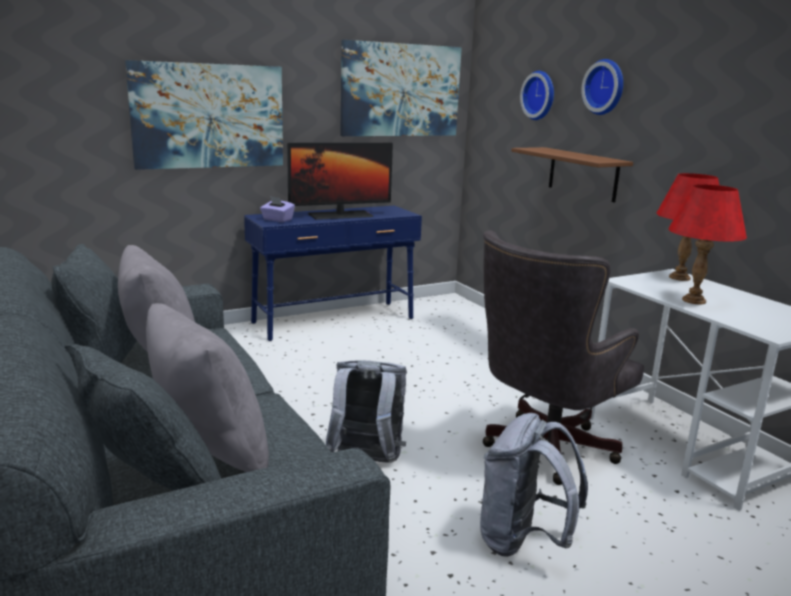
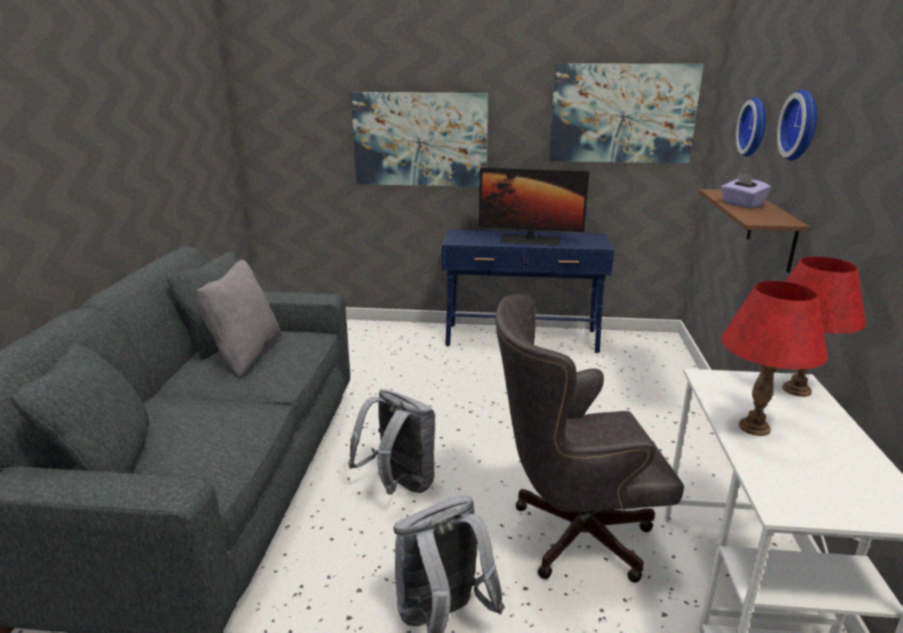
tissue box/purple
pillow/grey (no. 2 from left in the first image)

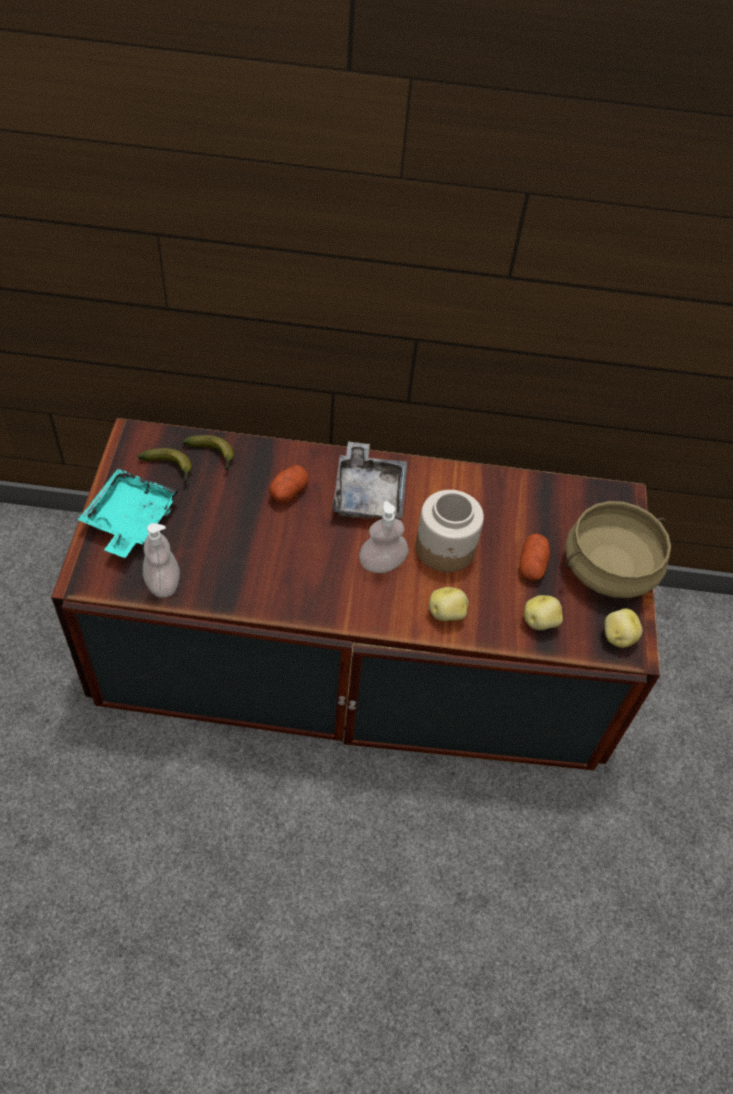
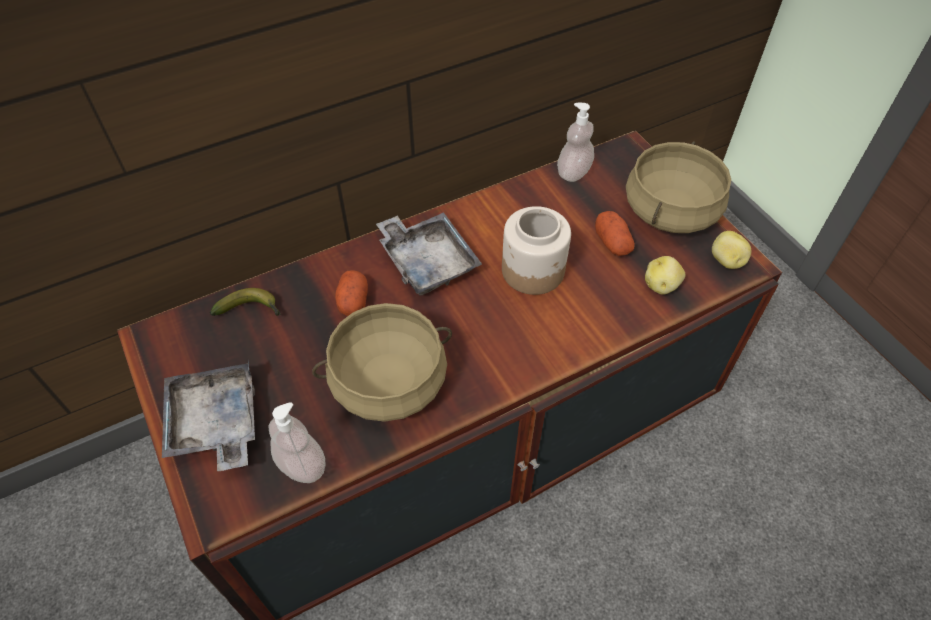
tray/grey (no. 1 from left)
cooking pot/beige (no. 1 from left)
soap dispenser (no. 2 from left)
banana (no. 1 from left in the first image)
potato (no. 2 from left in the first image)

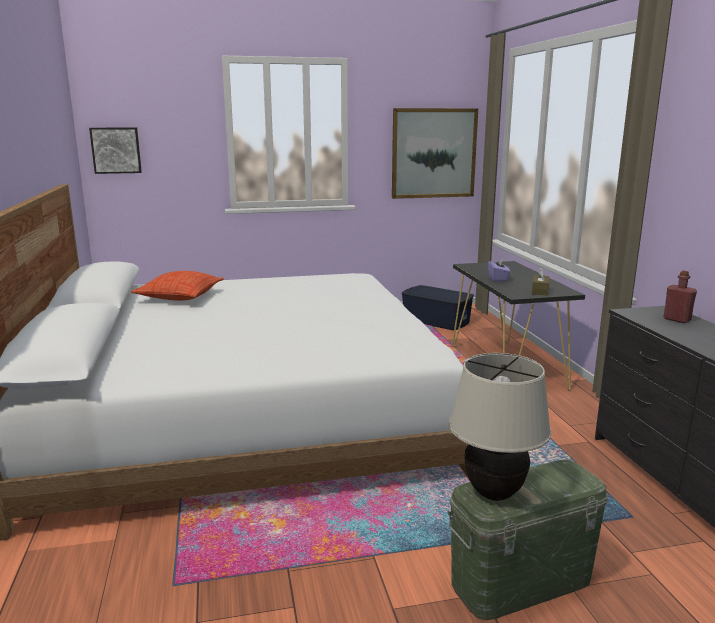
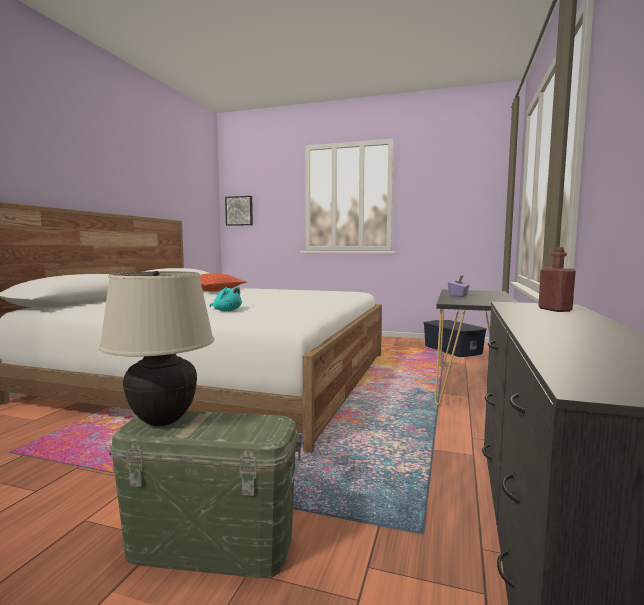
plush toy/turquoise
picture (no. 2 from left in the first image)
tissue box/brown

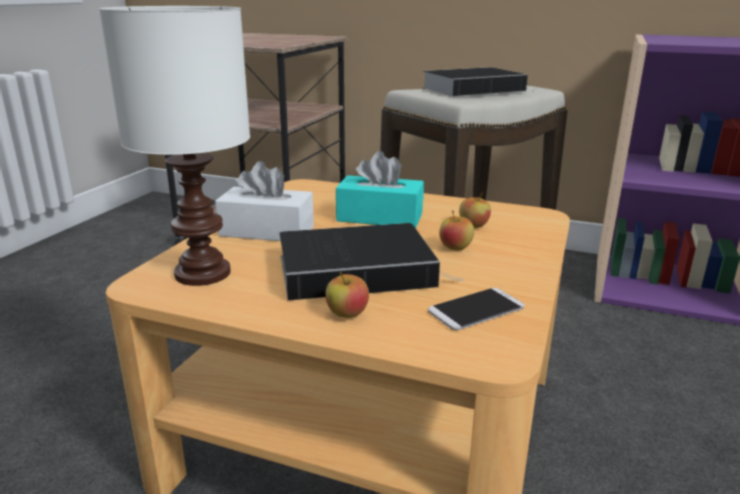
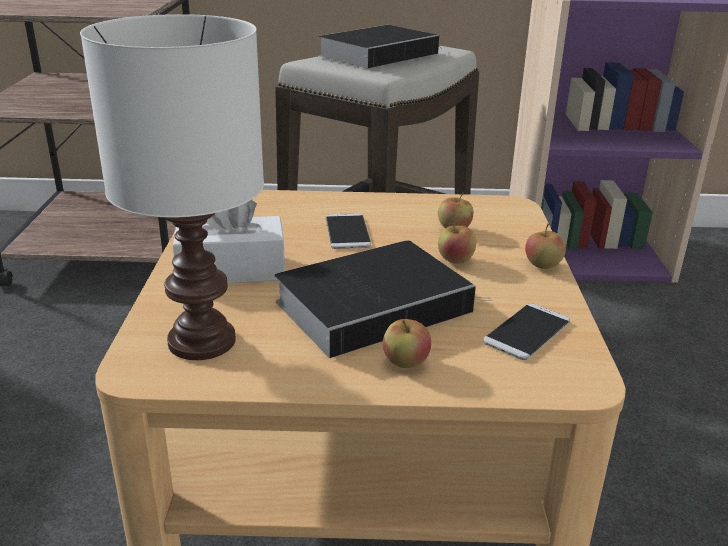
phone (no. 1 from left)
apple (no. 4 from left)

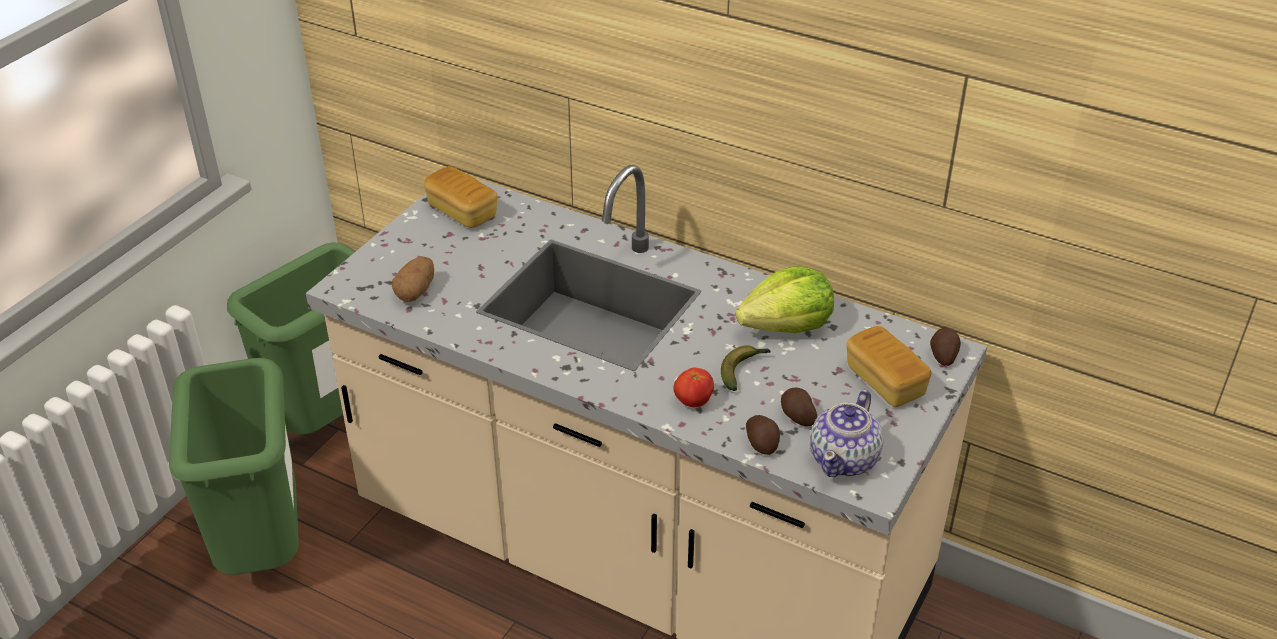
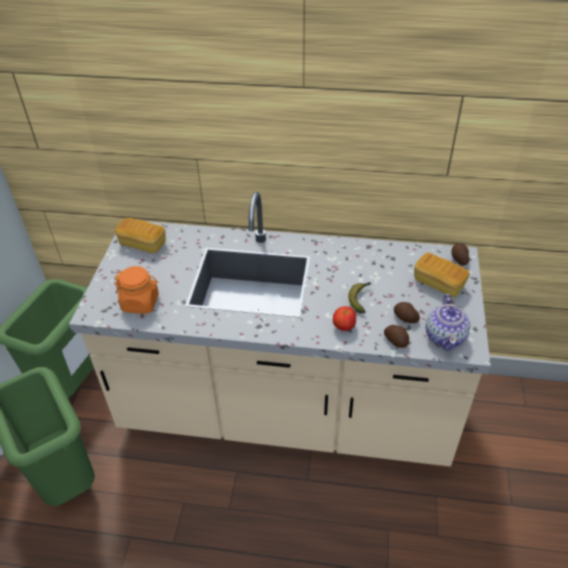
jar/orange
lettuce

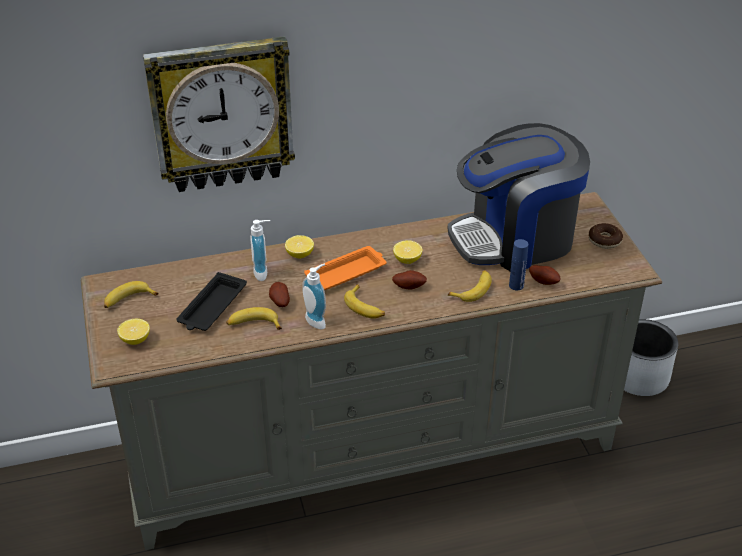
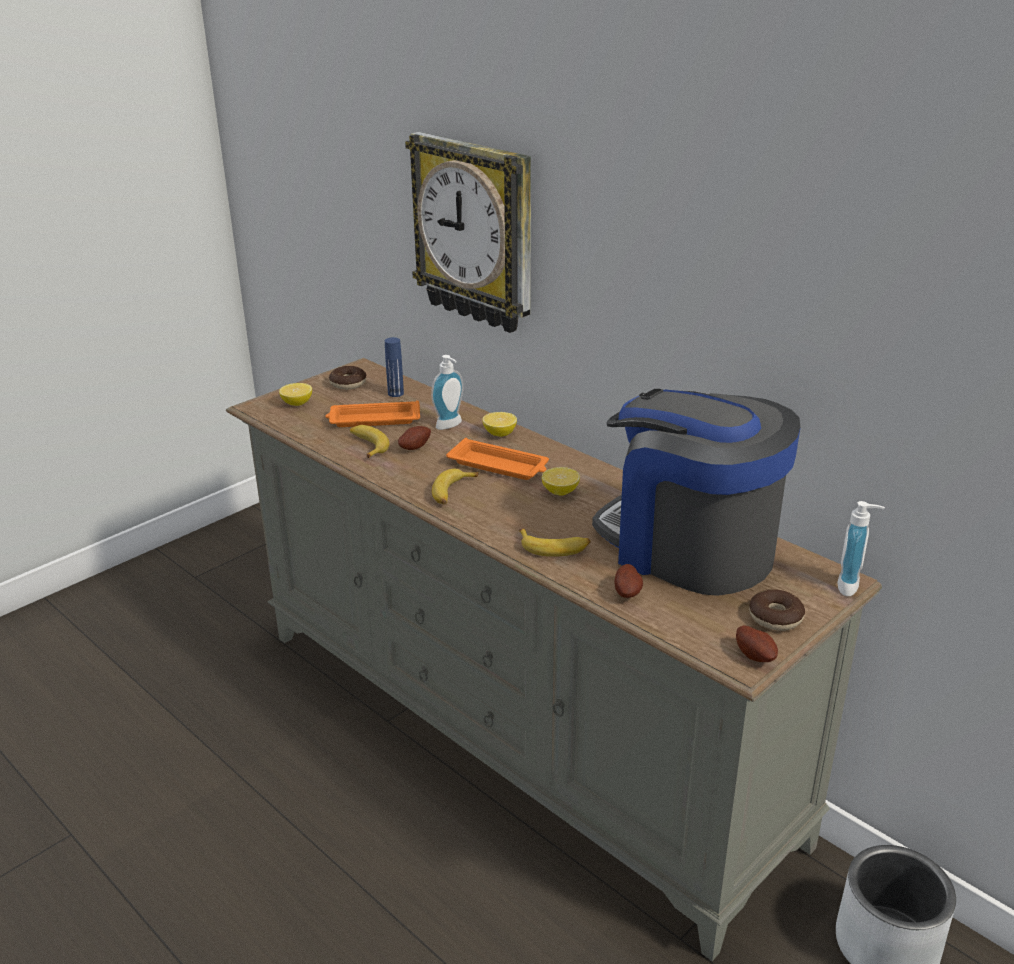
tray/orange (no. 1 from left)
donut (no. 1 from left)
bottle/blue
potato (no. 3 from left)
soap dispenser (no. 2 from left)

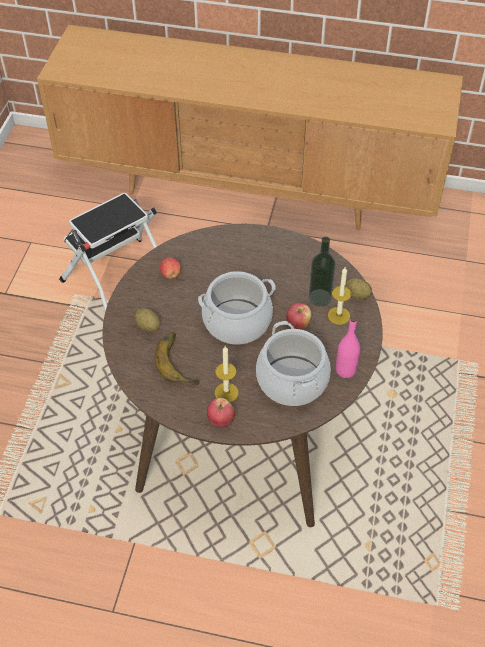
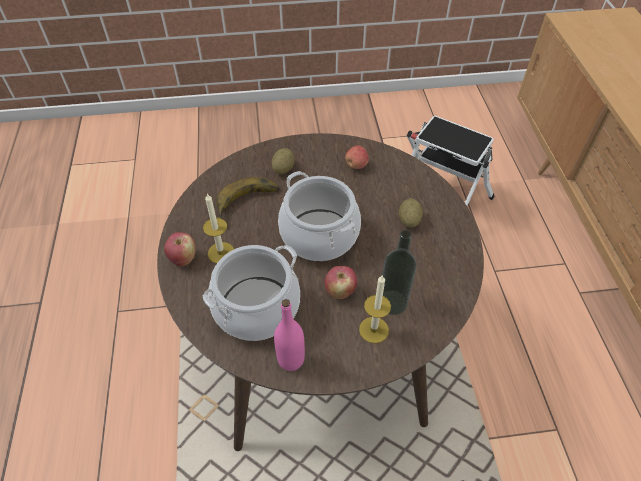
potato (no. 2 from left)

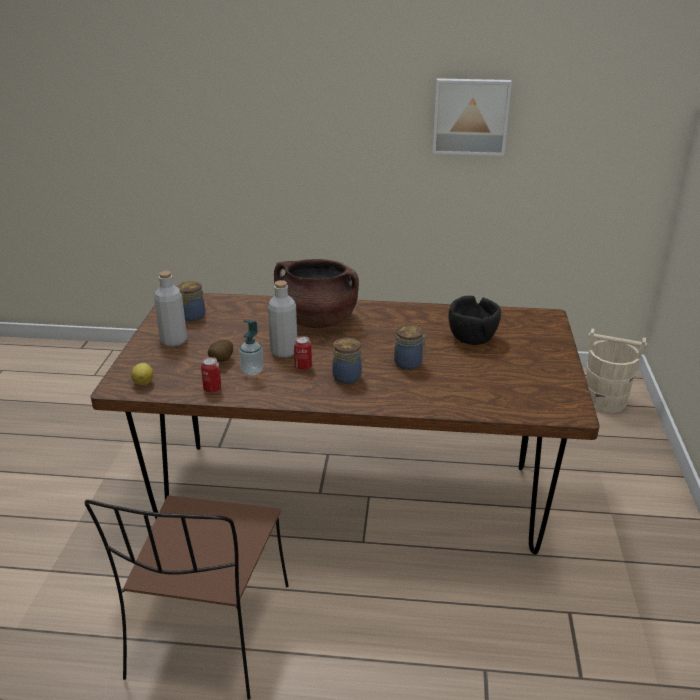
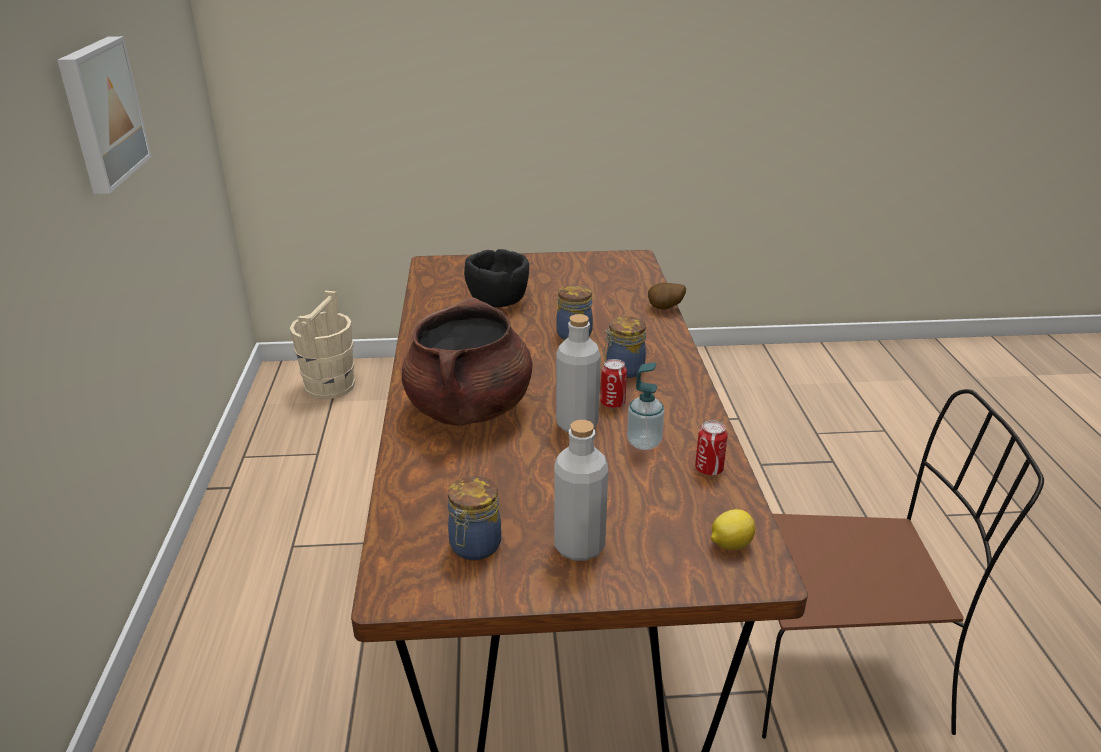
potato

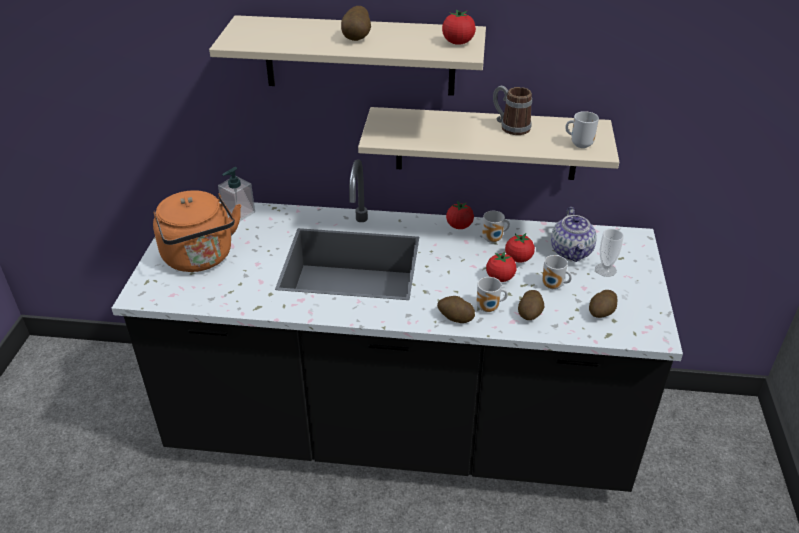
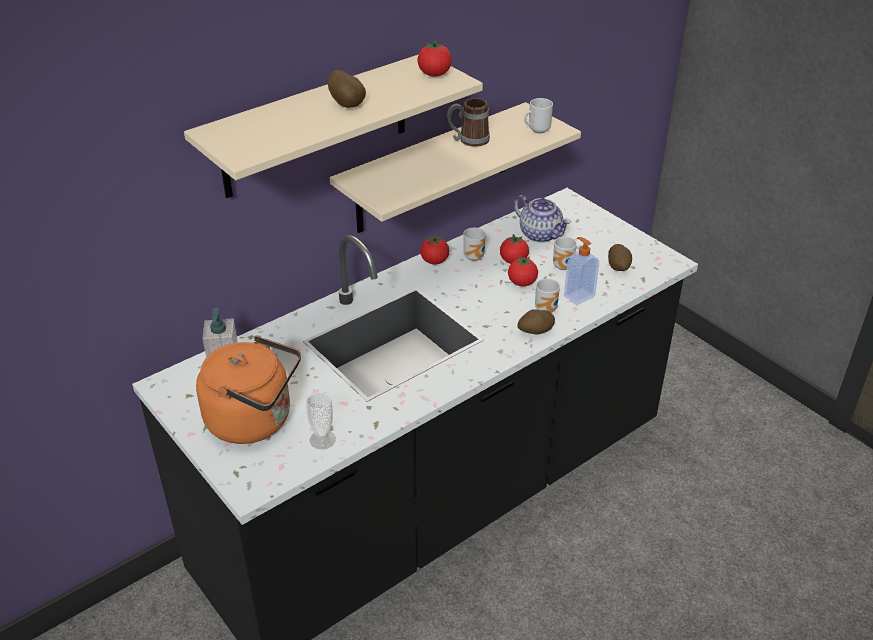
cup
soap dispenser (no. 2 from left)

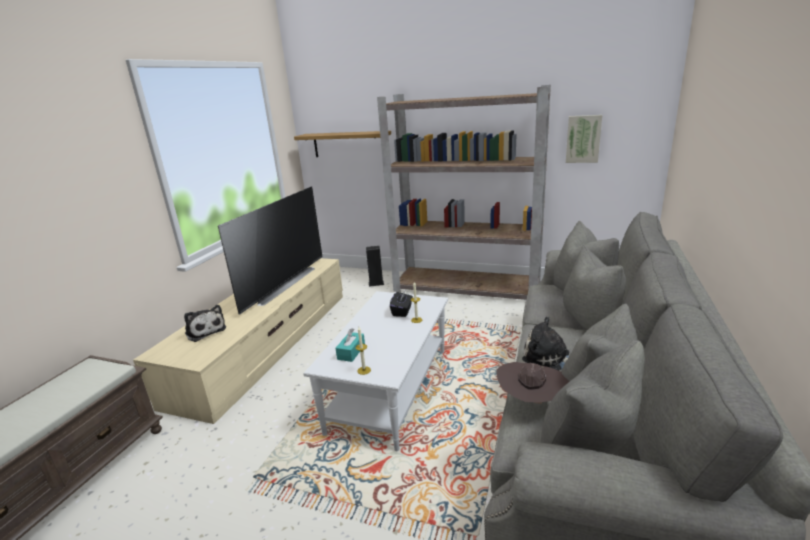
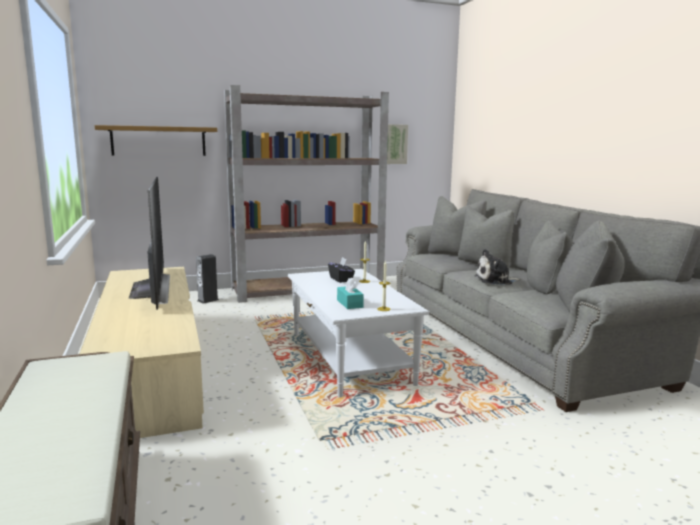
plush toy (no. 1 from left in the first image)
hat/brown

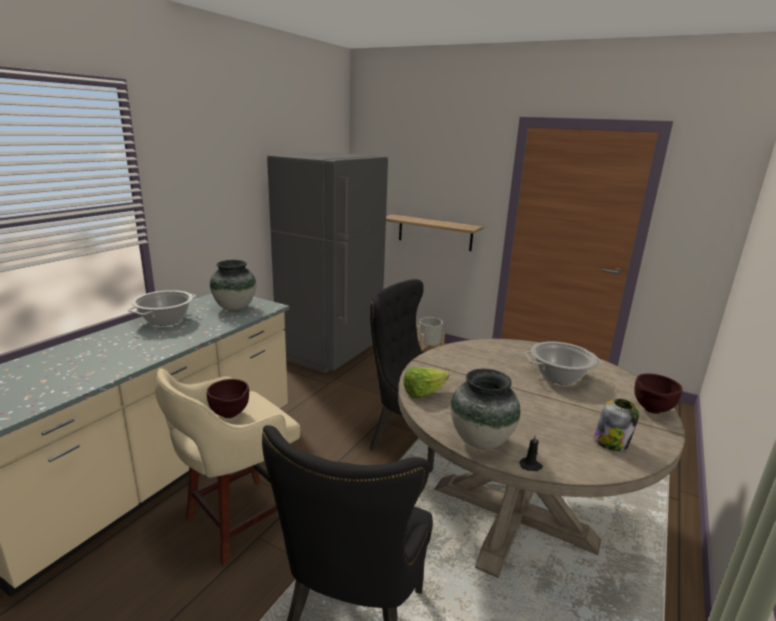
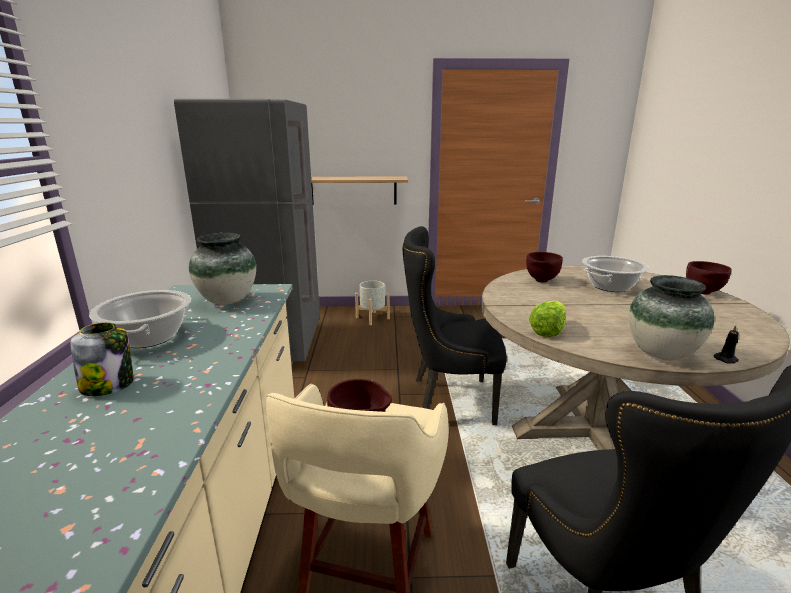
jar
bowl/brown (no. 2 from left)

